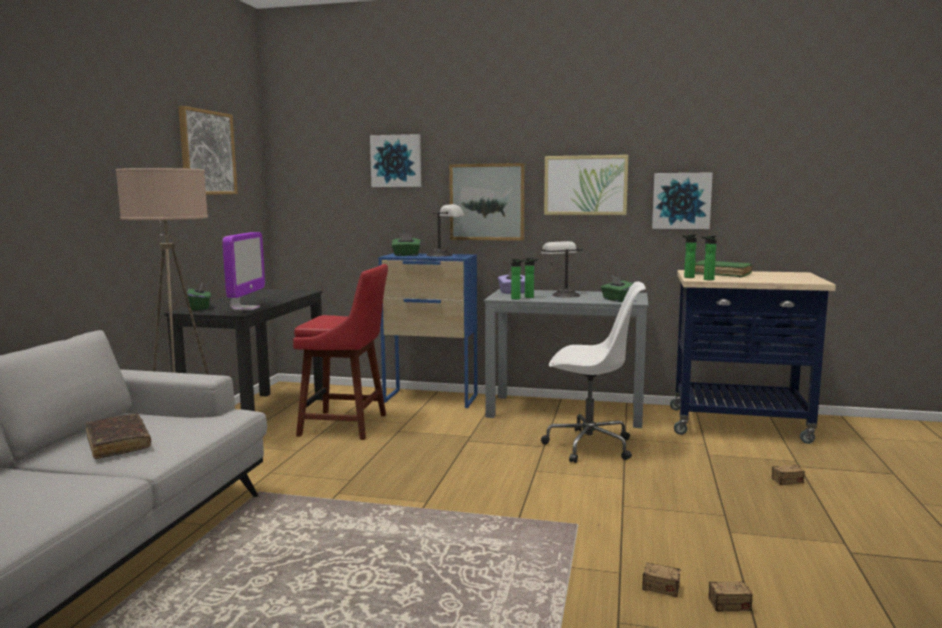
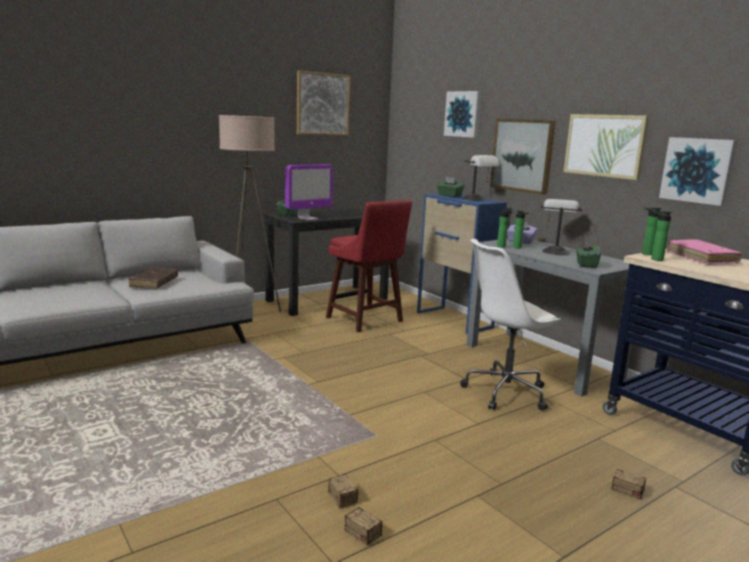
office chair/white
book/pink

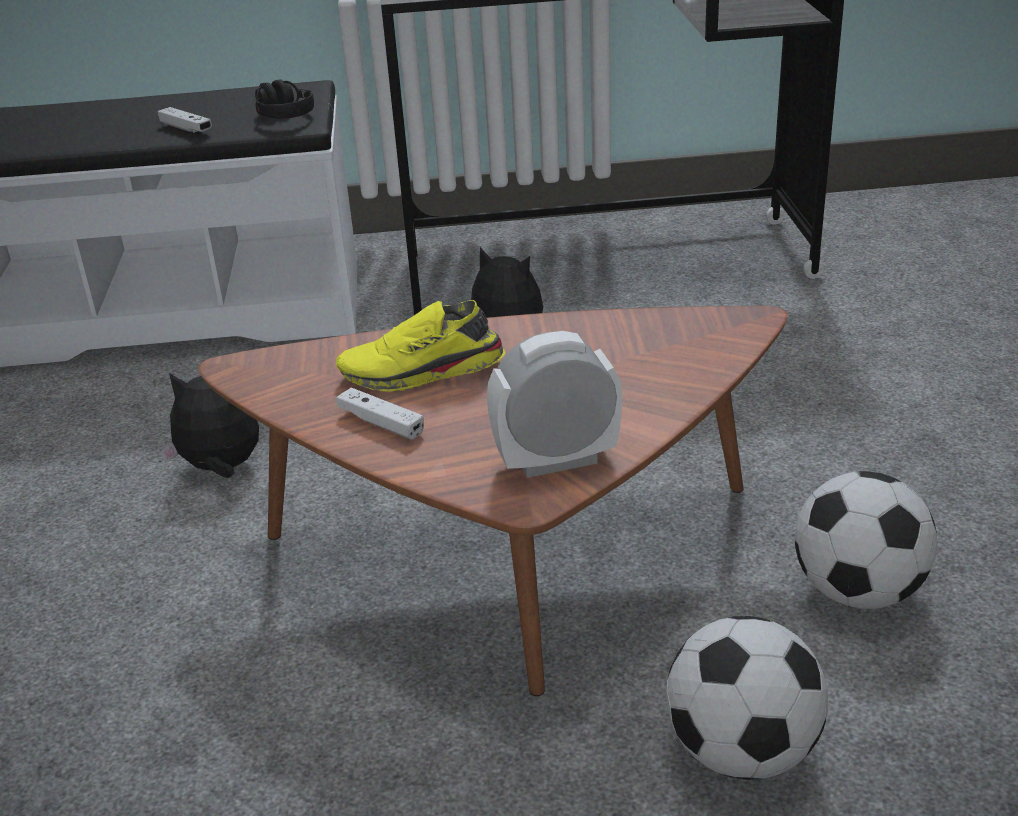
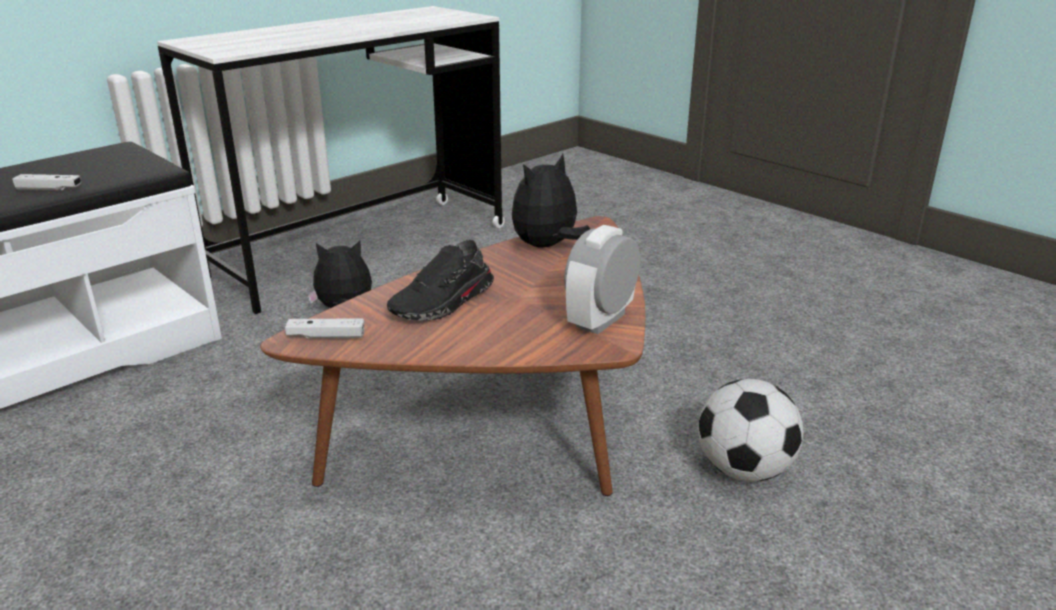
game controller/white (no. 2 from left)
shoe/black
plush toy (no. 2 from left)
headphones/black
football (no. 2 from left in the first image)

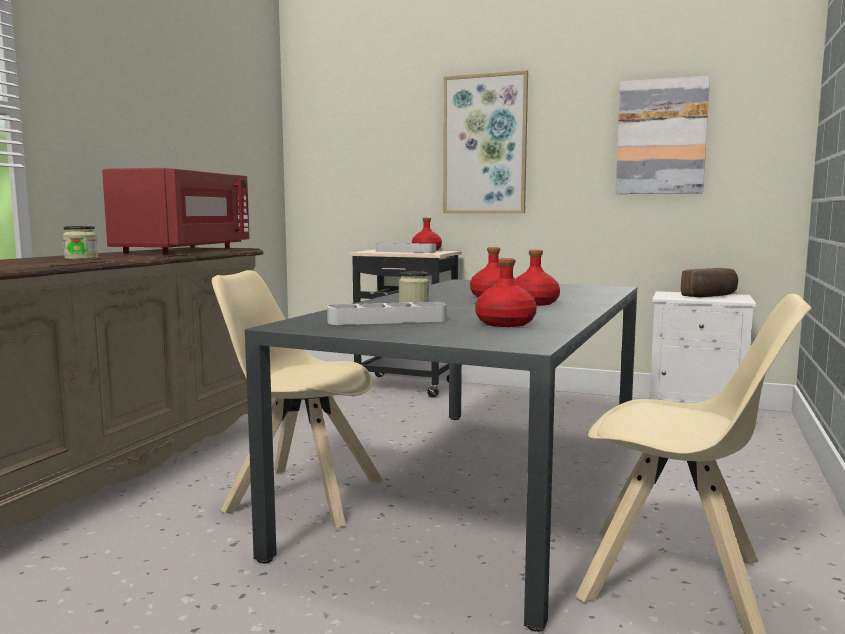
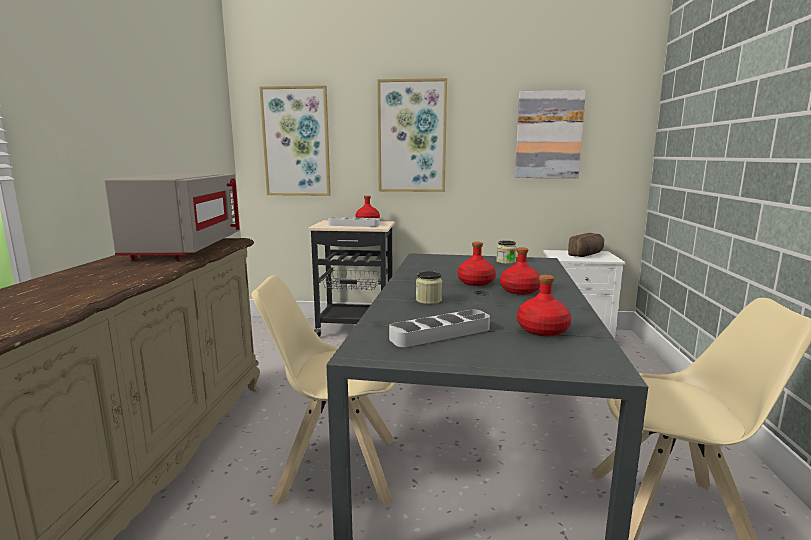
microwave/grey
picture (no. 1 from left)
jar (no. 2 from left)

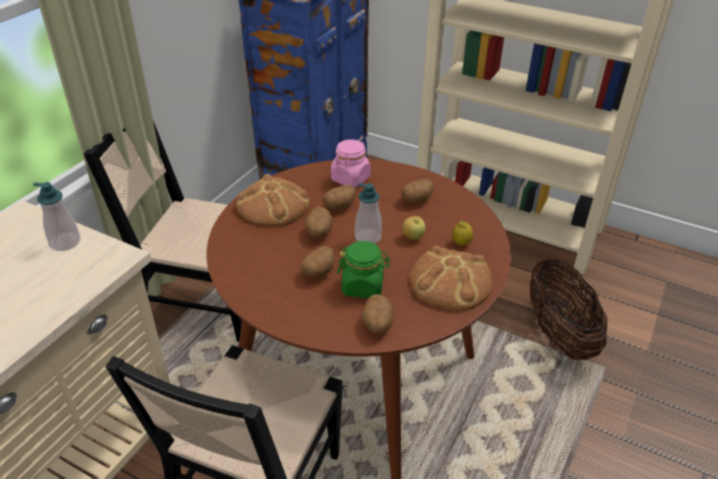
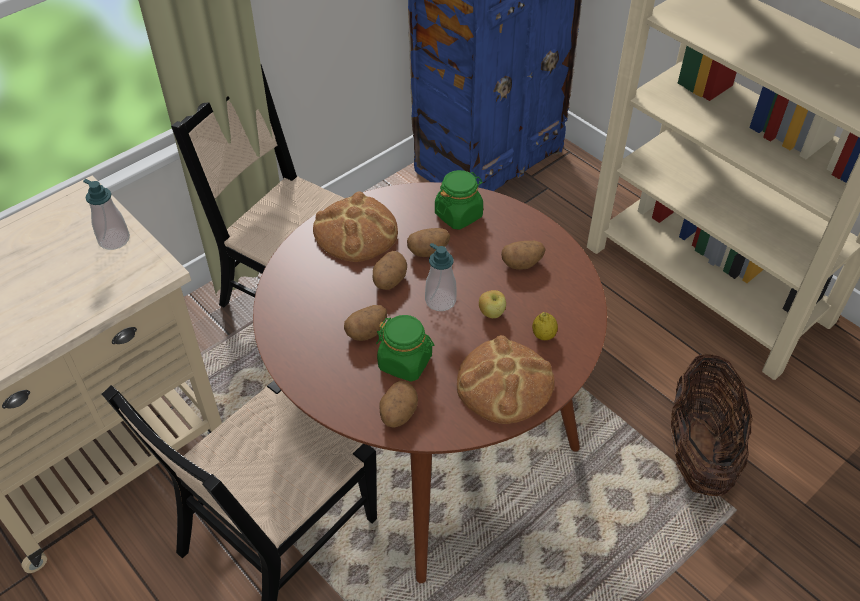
jar/green (no. 2 from left)

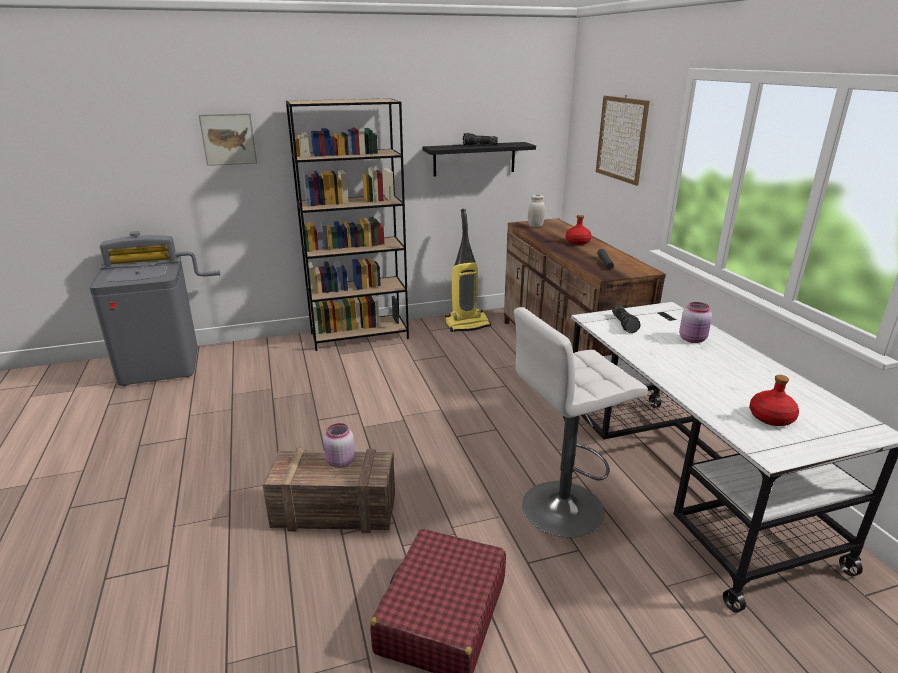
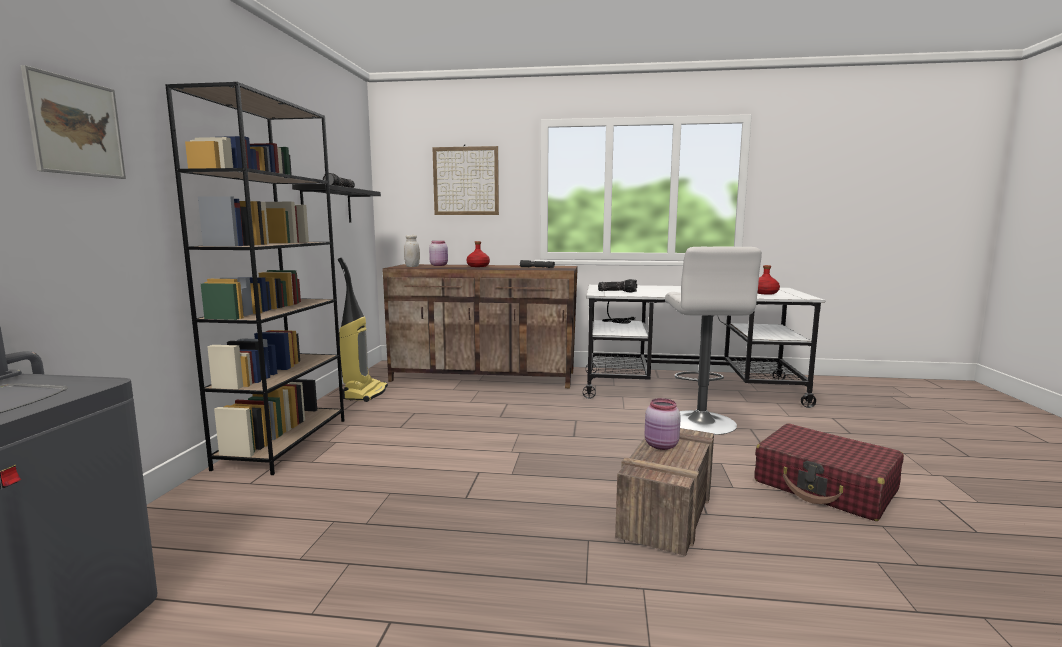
jar/pink (no. 1 from left)

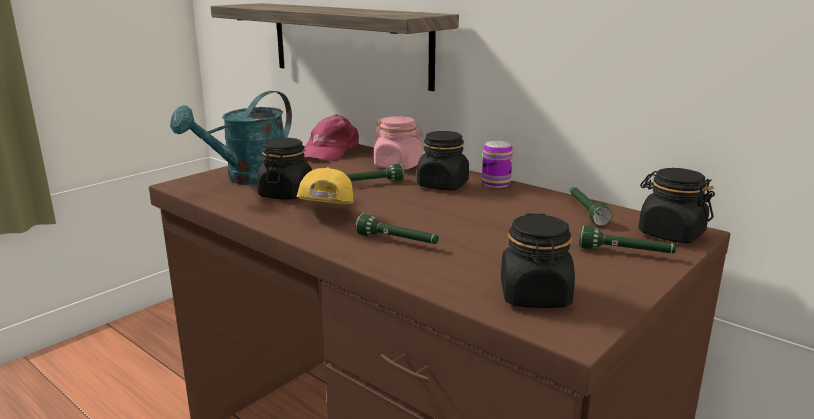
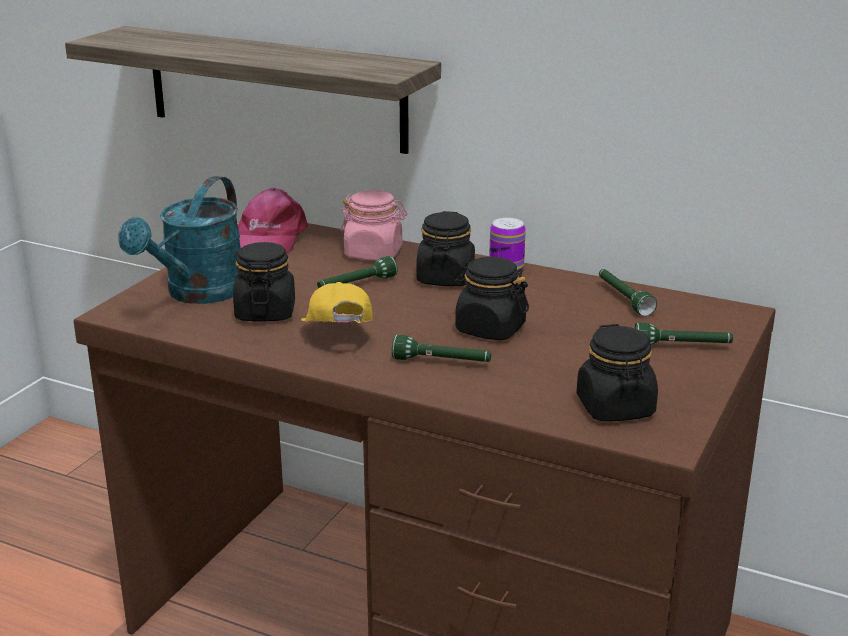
jar/black (no. 3 from left)

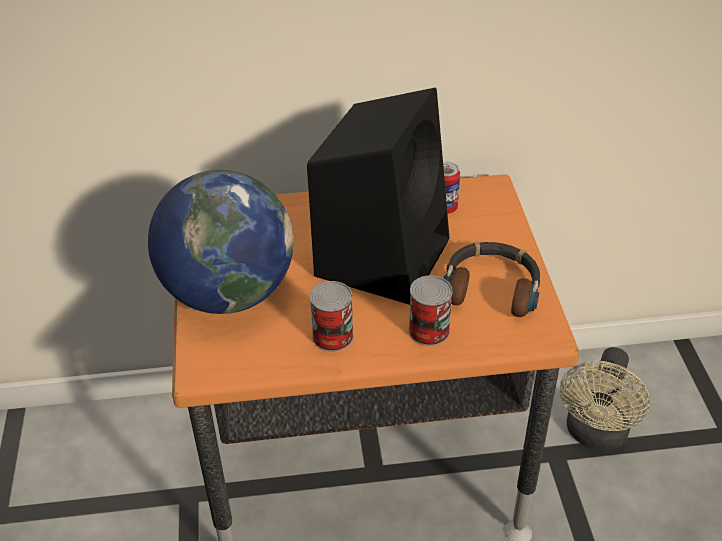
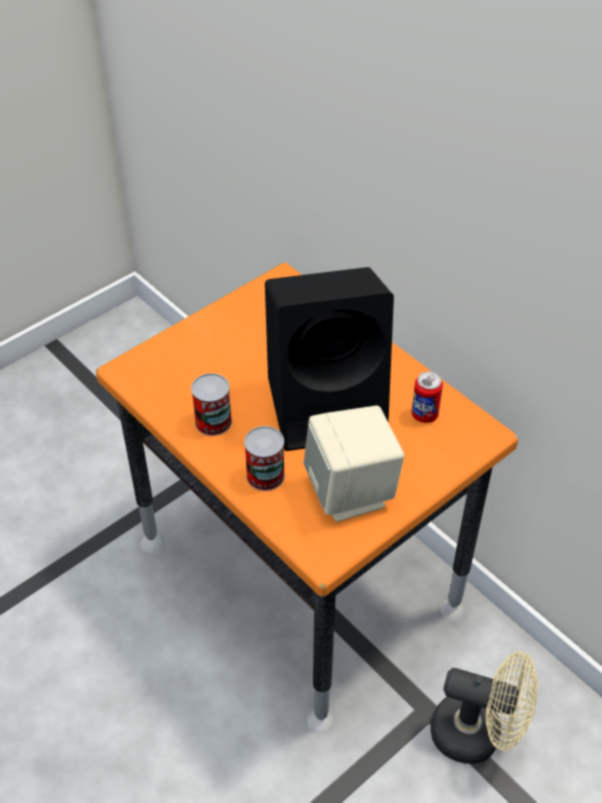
speaker/beige
fan/beige
globe

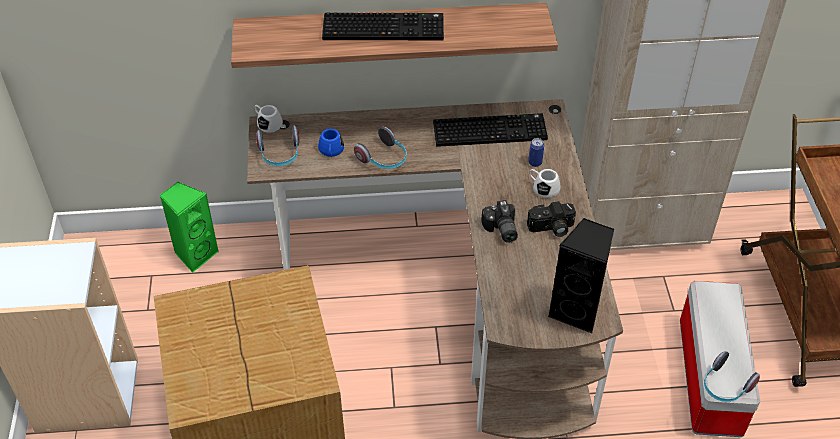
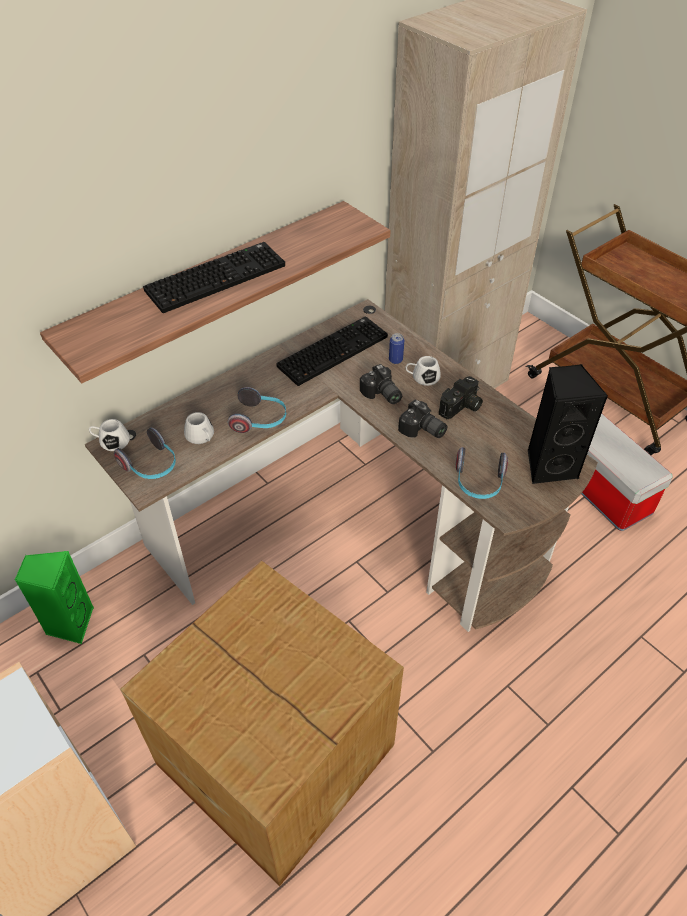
mug/white (no. 2 from left)
photo camera (no. 1 from left)
headphones (no. 3 from left)

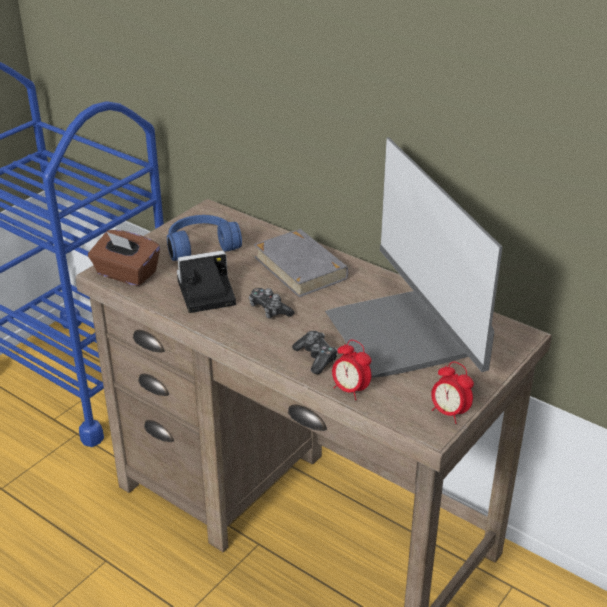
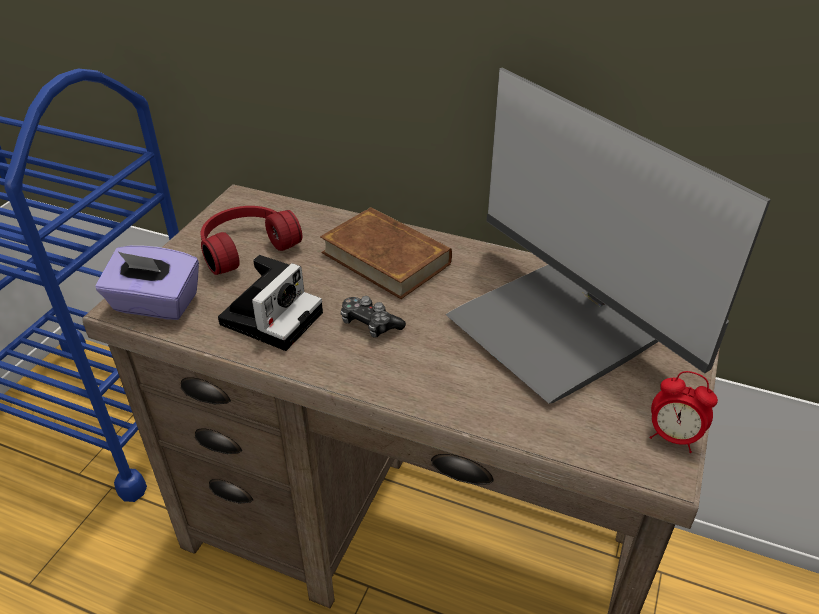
tissue box/purple
headphones/red
photo camera
book/brown
game controller (no. 2 from left in the first image)
alarm clock (no. 1 from left in the first image)

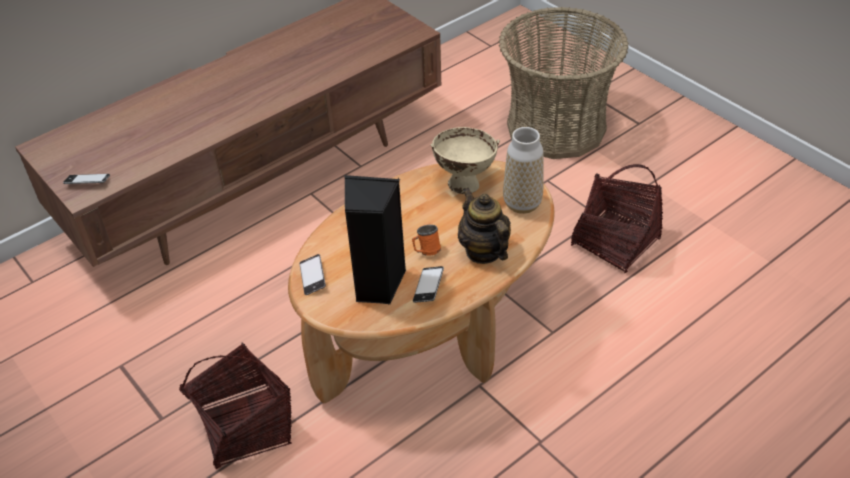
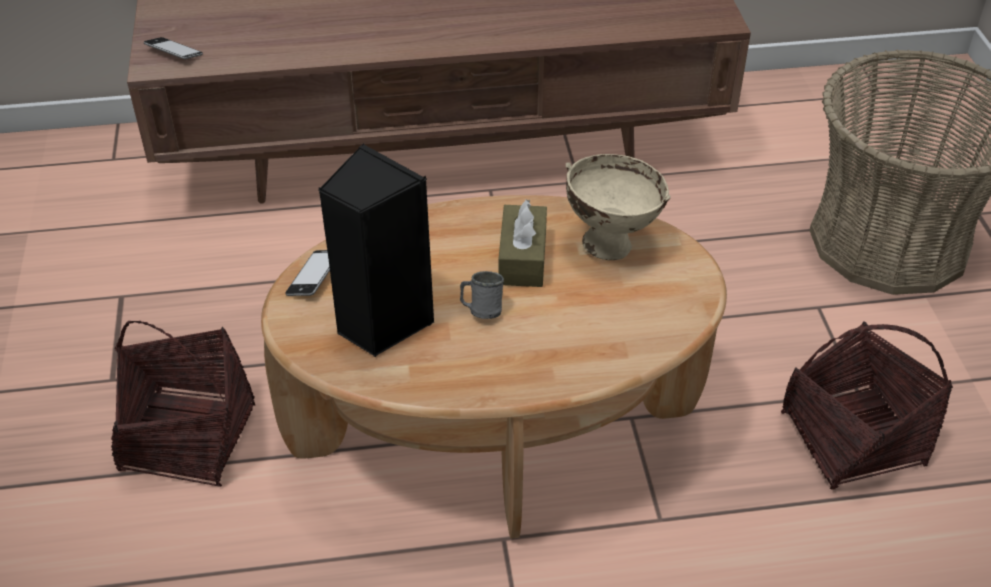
mug/grey
tissue box/brown
phone (no. 3 from left in the first image)
teapot
vase

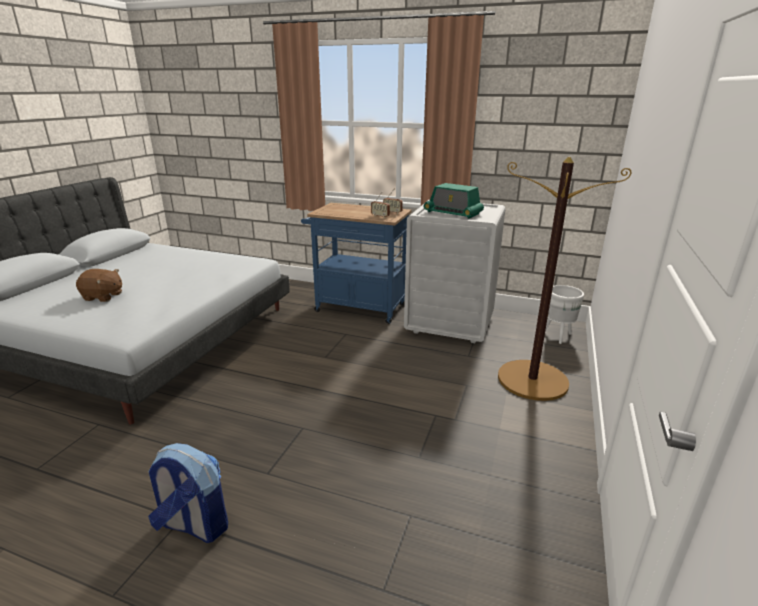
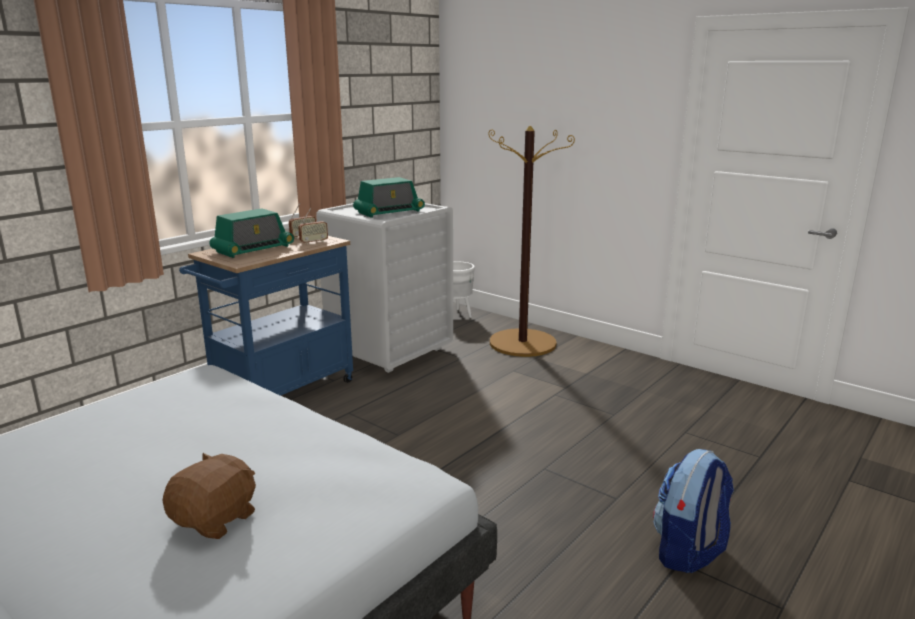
radio (no. 1 from left)

